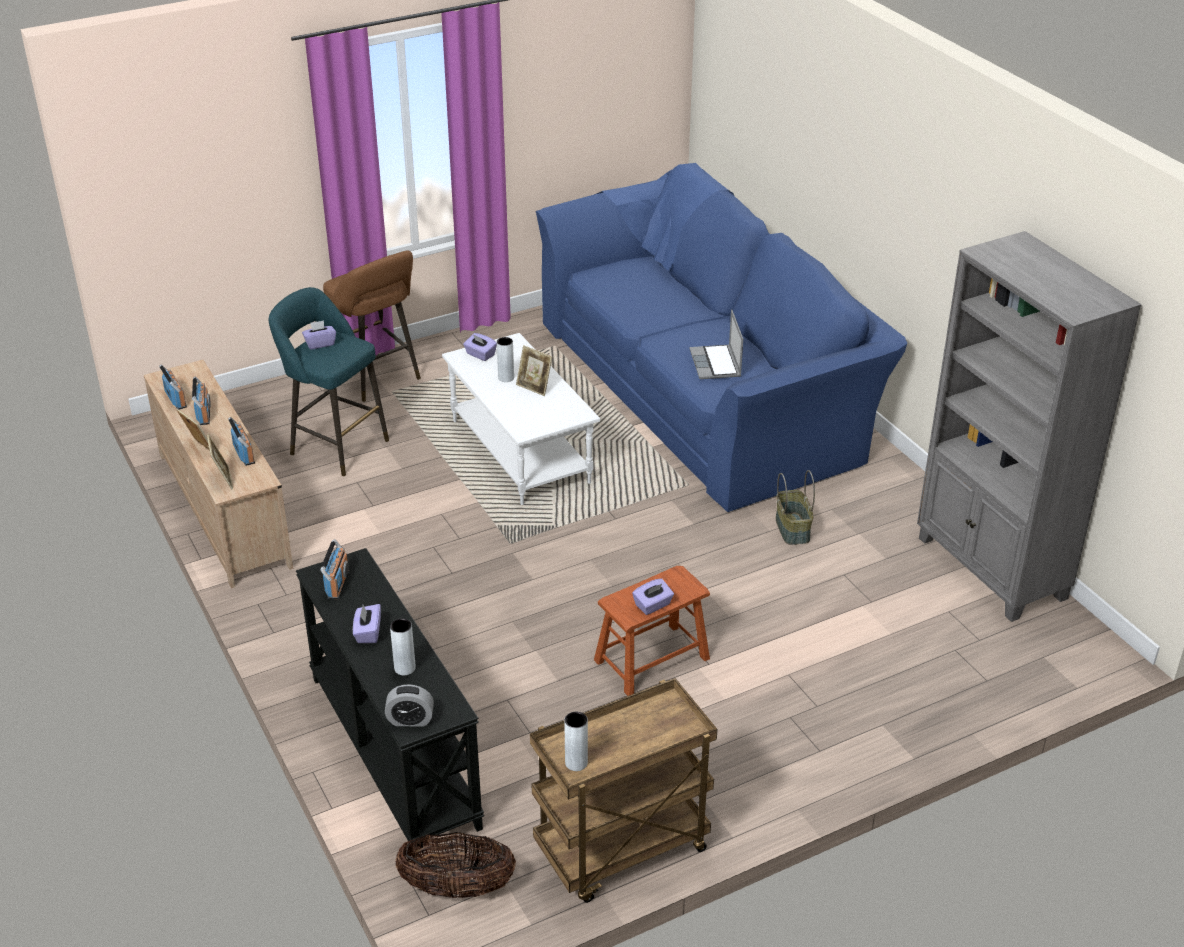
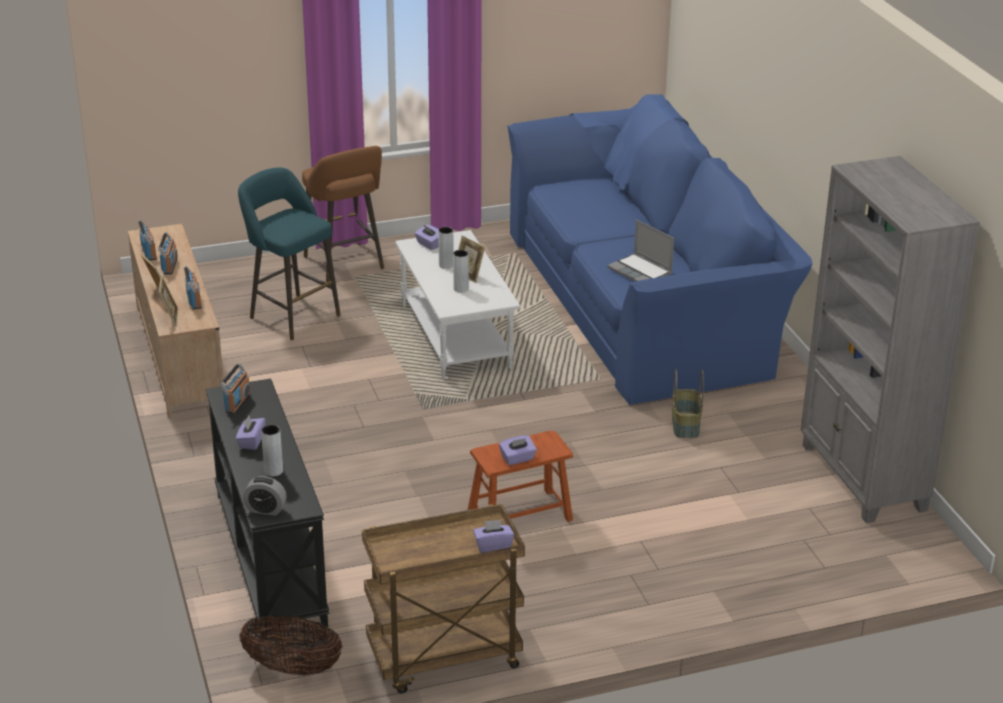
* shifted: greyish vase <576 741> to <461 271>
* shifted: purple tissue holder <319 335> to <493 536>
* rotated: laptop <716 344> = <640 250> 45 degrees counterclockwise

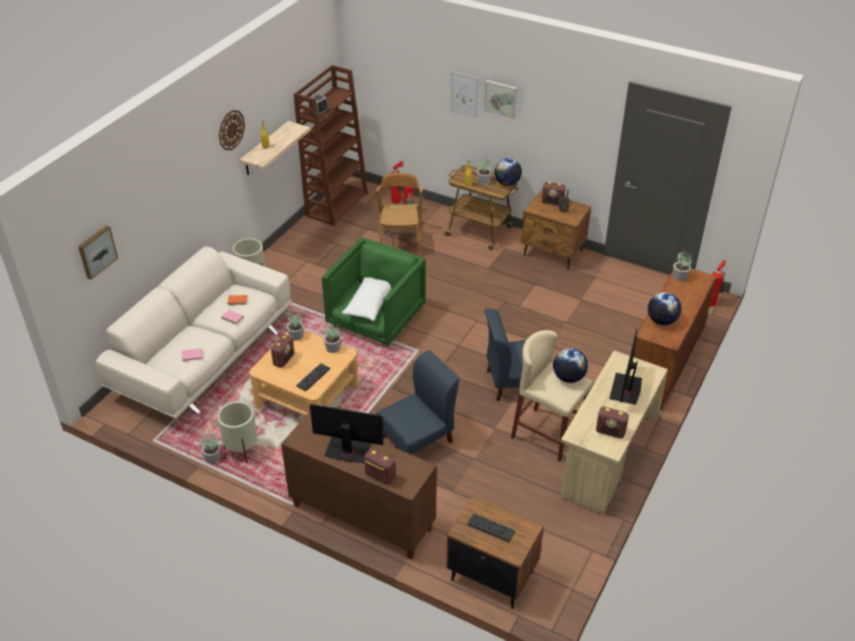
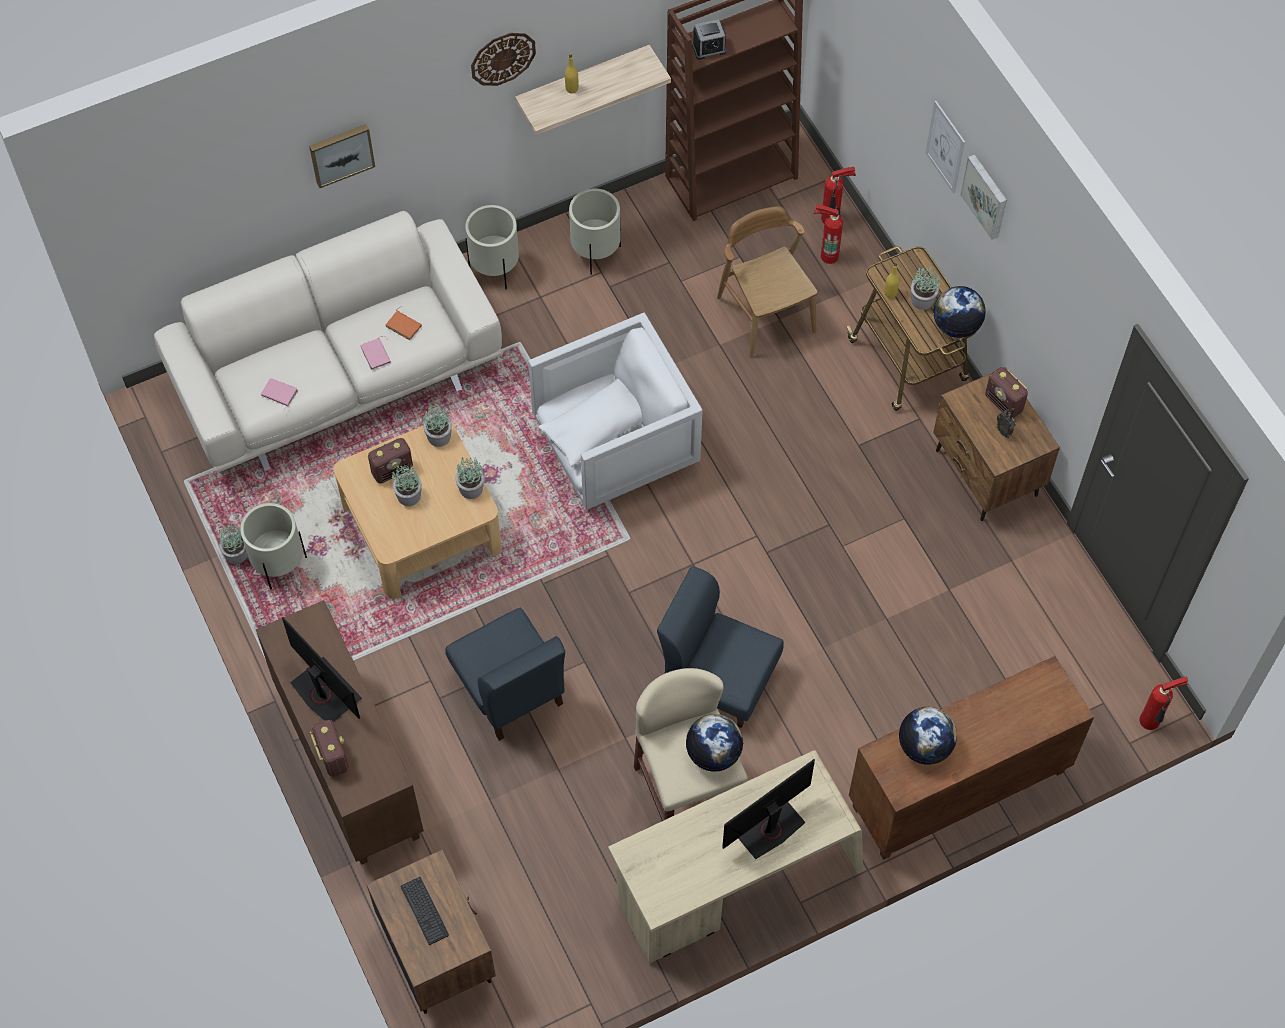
* shifted: wall picture <98 252> to <342 156>
* shifted: houseplant <682 266> to <407 485>
* rotated: blue-coloured upright chair <418 402> = <505 674> 60 degrees clockwise
* repainted: green lounge chair <374 291> to white lounge chair <615 411>
* new: beige planter <595 231>
* rotated: brownish upright chair <399 214> = <767 282> 60 degrees counterclockwise
* gone: computer keyboard <313 377>
* gone: radio receiver <612 423>

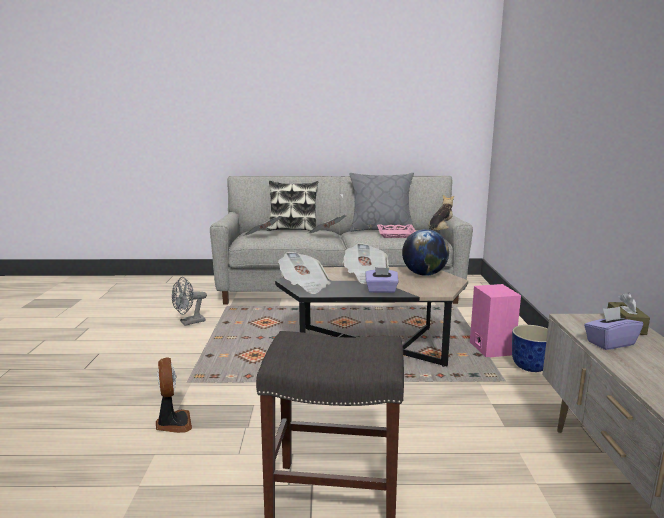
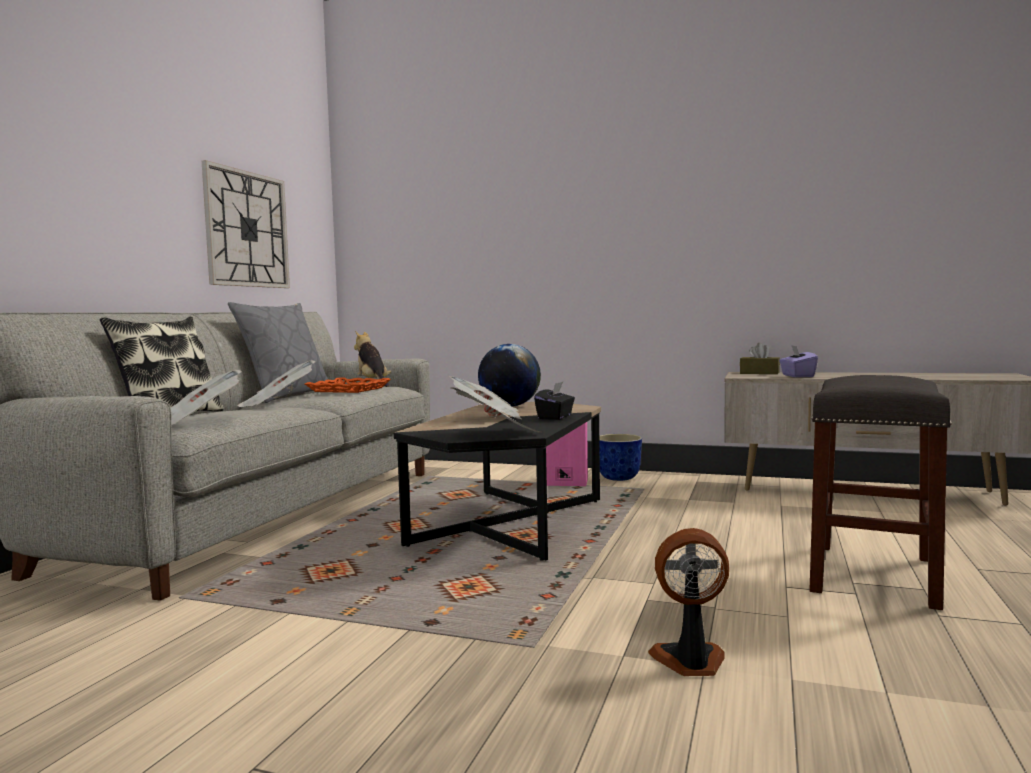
* new: hanging clock <246 224>
* repainted: pink serving tray <396 231> to orangey serving tray <348 385>
* repainted: purple tissue holder <382 280> to black-coloured tissue holder <554 401>
* gone: greyish cooling fan <189 301>

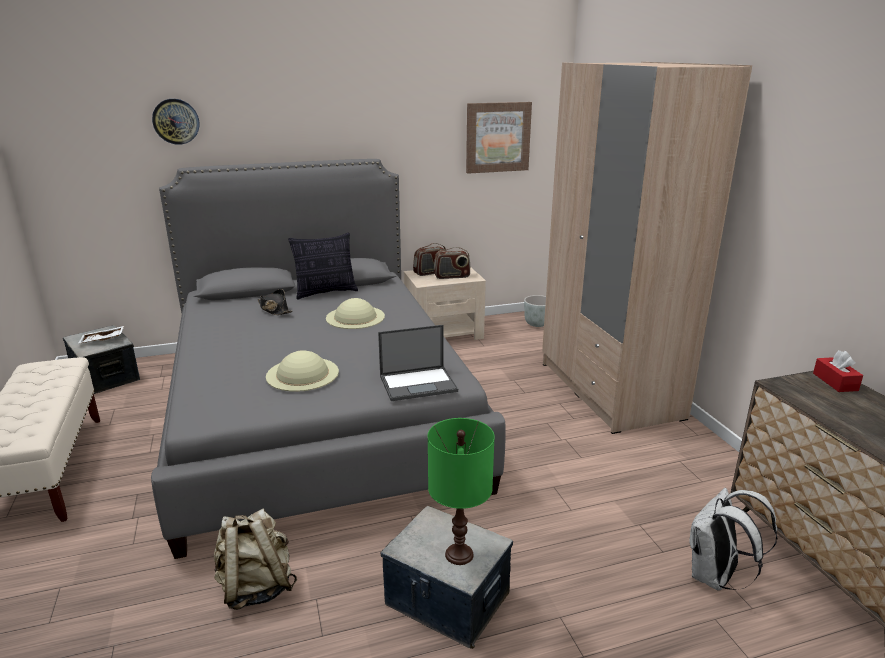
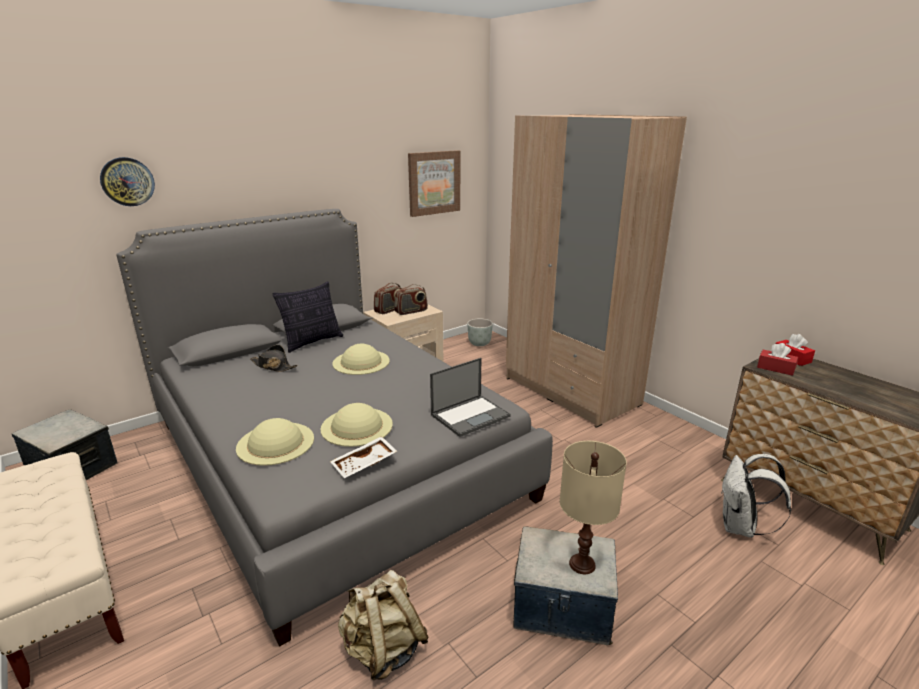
* new: beige wearable hat <275 442>
* shifted: white serving tray <101 334> to <363 457>
* repainted: green tabletop lamp <461 491> to beige tabletop lamp <593 507>
* new: red tissue holder <777 359>

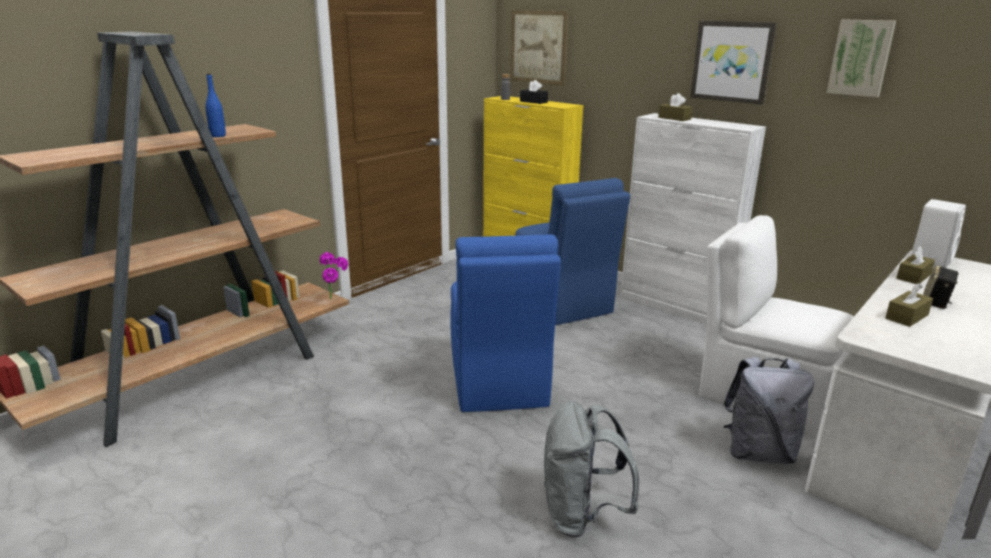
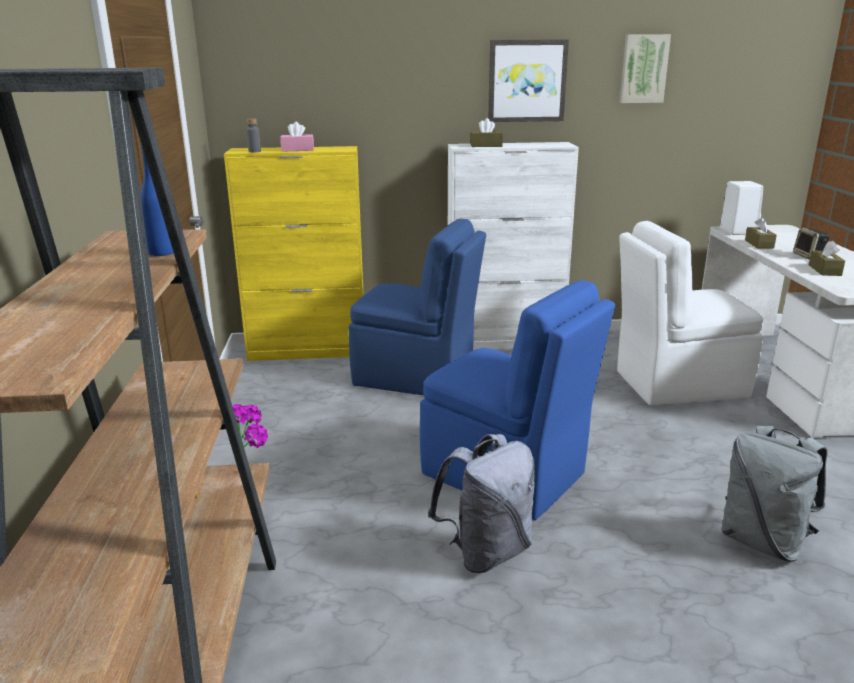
* repainted: black-coloured tissue holder <534 92> to pink tissue holder <297 137>
* shifted: greyish backpack <768 410> to <481 503>
* gone: wall picture <539 48>

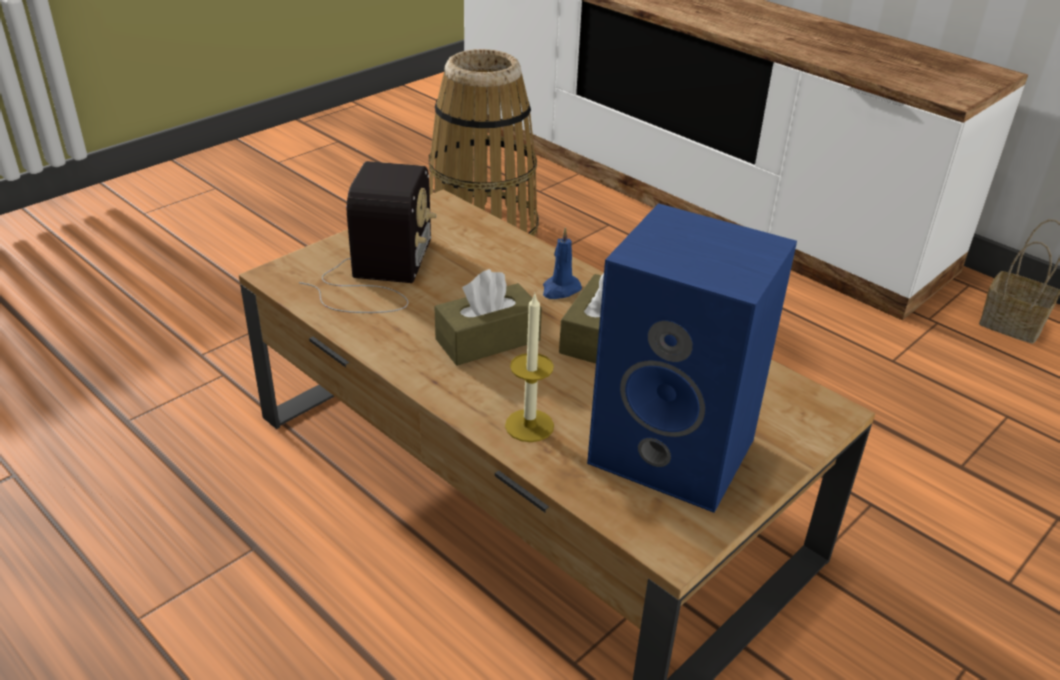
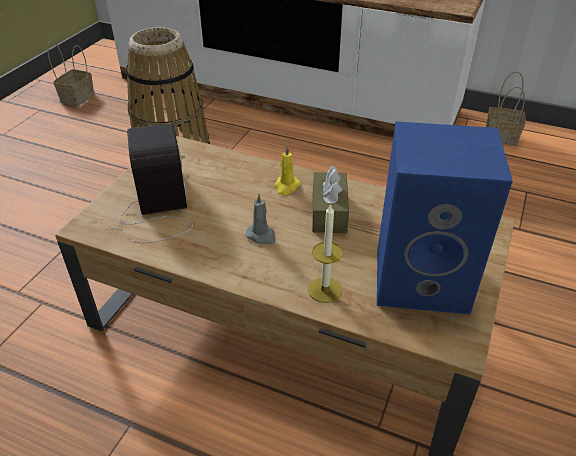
* new: storage basket <71 73>
* swapped: brownish tissue holder <488 317> to greyish wax candle <260 219>
* repainted: blue-coloured wax candle <562 263> to yellowish wax candle <287 170>

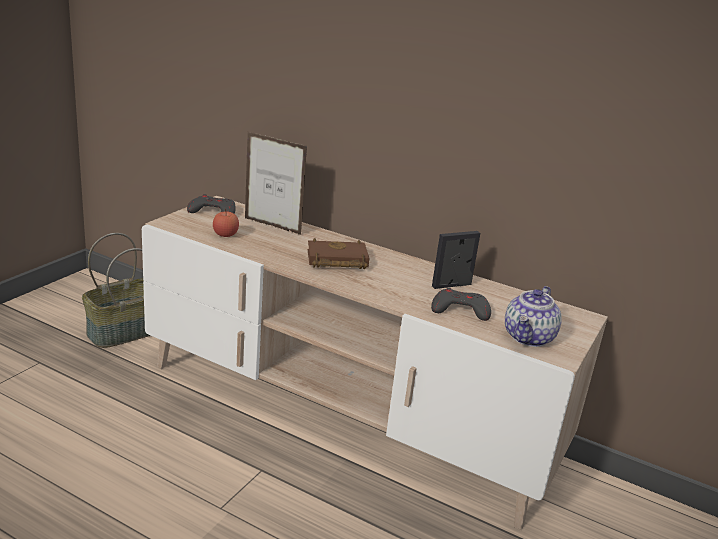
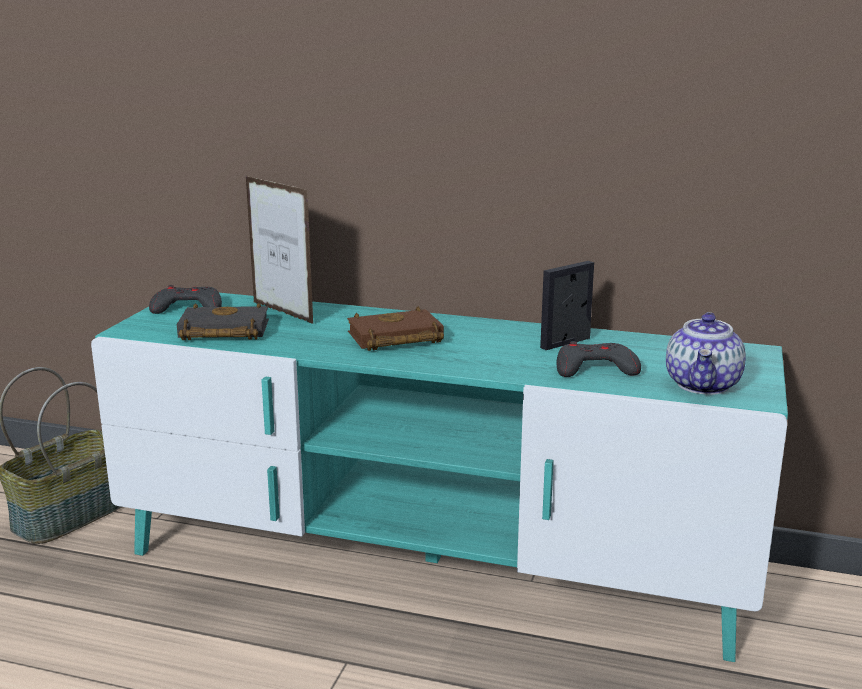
* repainted: beige tv stand <375 363> to turquoise-coloured tv stand <439 477>
* swapped: apple <226 222> to black-coloured book <223 321>
* rotated: picture frame <276 183> = <279 249> 150 degrees counterclockwise

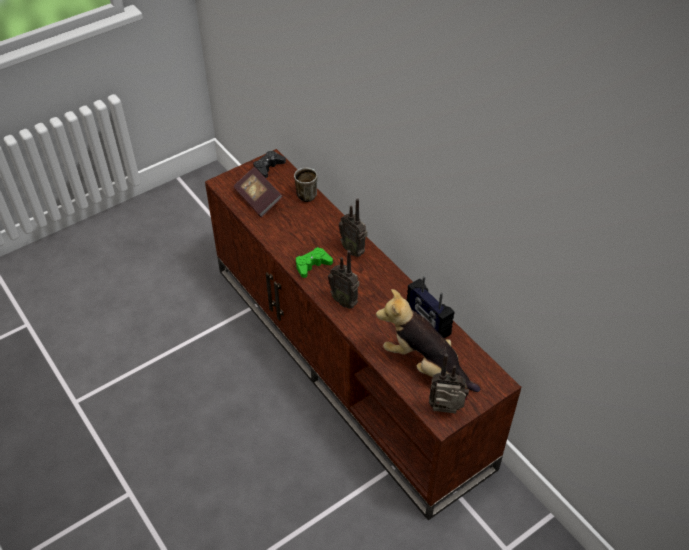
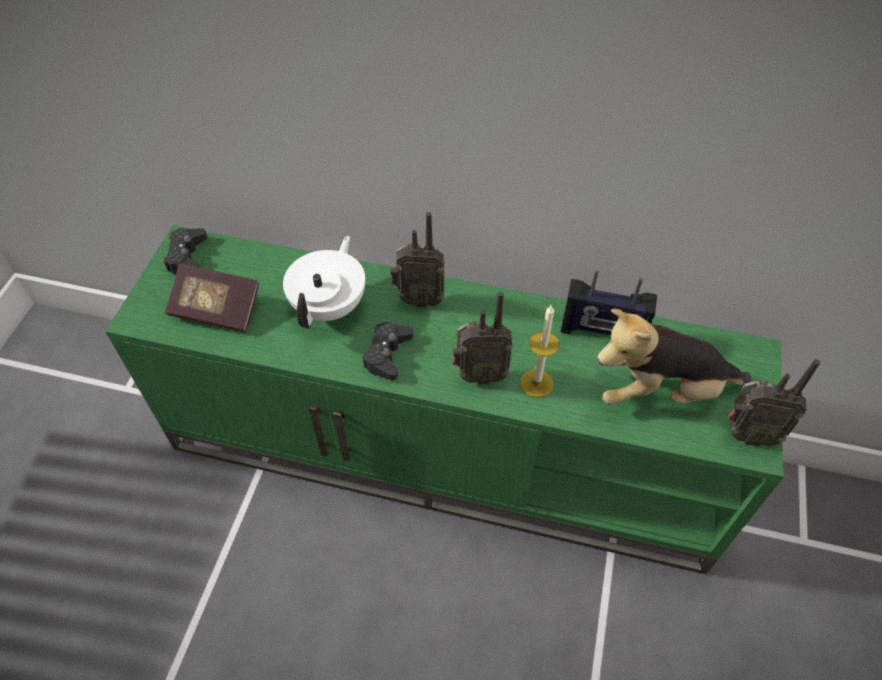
* repainted: brownish tv stand <363 334> to green tv stand <444 399>
* new: white teapot <324 282>
* repainted: green game controller <314 262> to black-coloured game controller <387 351>
* new: wax candle <540 351>
* rotated: radio receiver <449 383> = <774 402> 135 degrees counterclockwise
* gone: coffee mug <305 185>

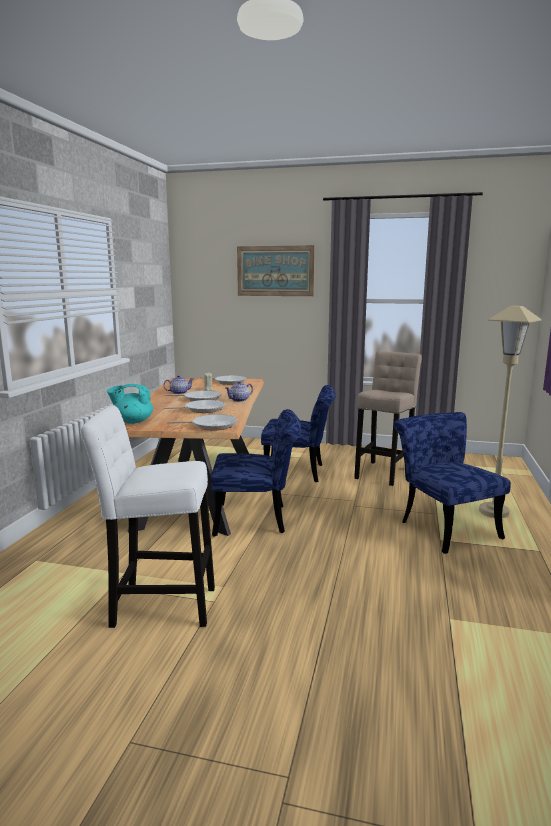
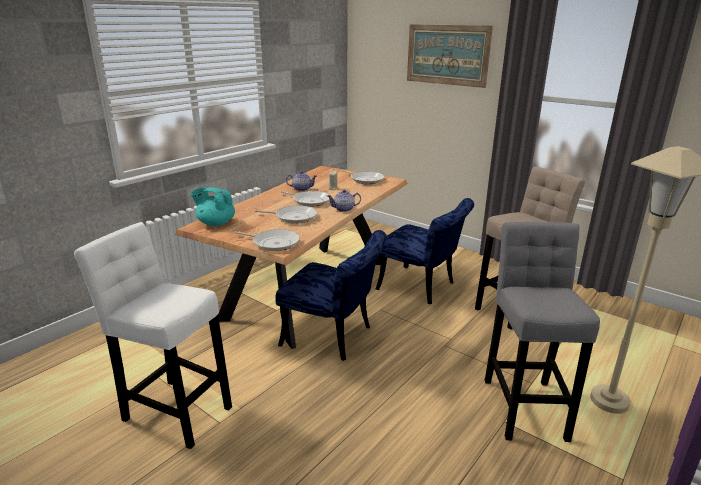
* swapped: blue-coloured upright chair <452 483> to greyish stool <542 332>

